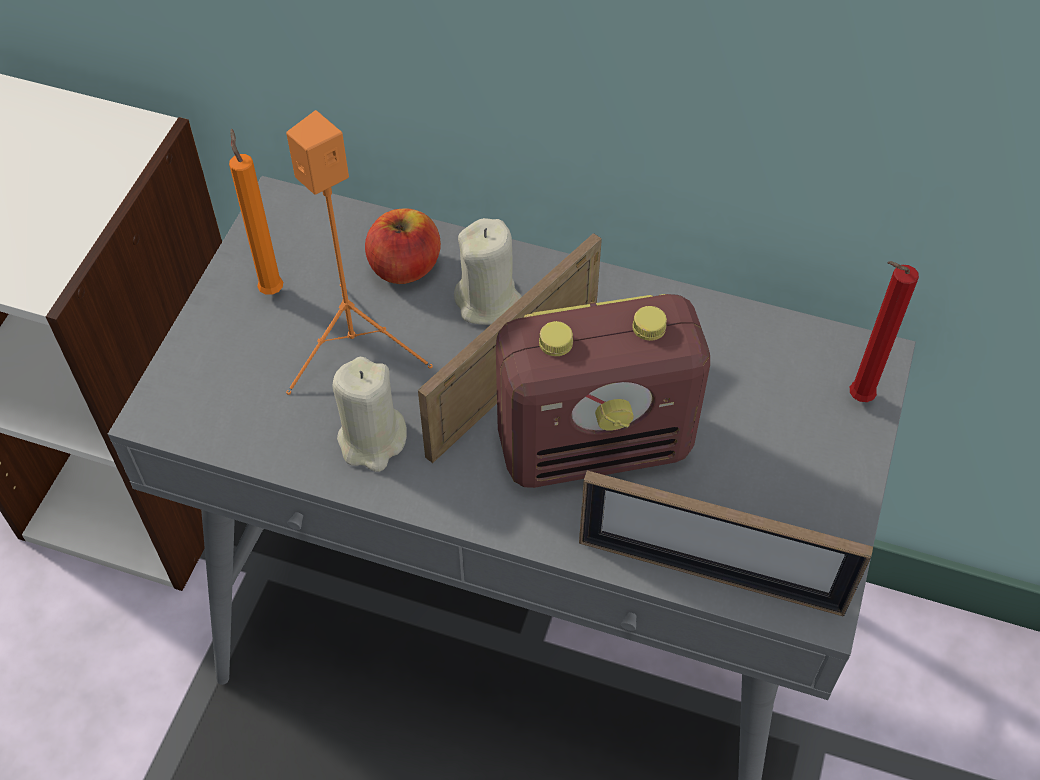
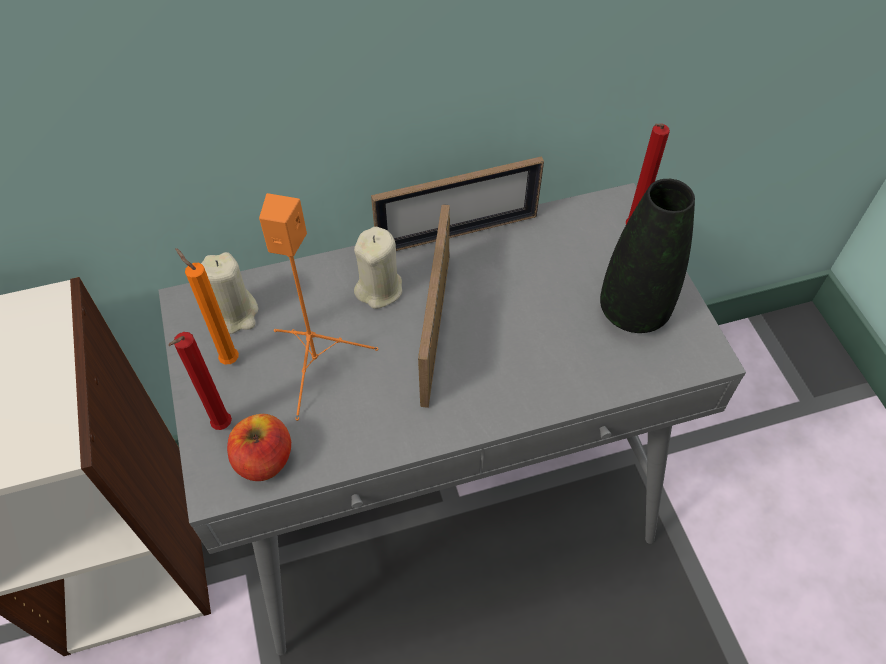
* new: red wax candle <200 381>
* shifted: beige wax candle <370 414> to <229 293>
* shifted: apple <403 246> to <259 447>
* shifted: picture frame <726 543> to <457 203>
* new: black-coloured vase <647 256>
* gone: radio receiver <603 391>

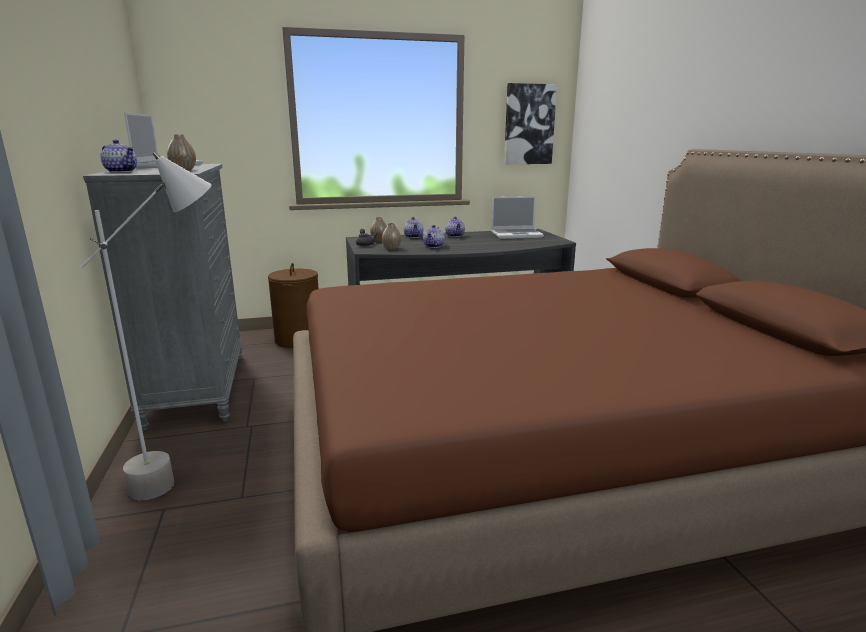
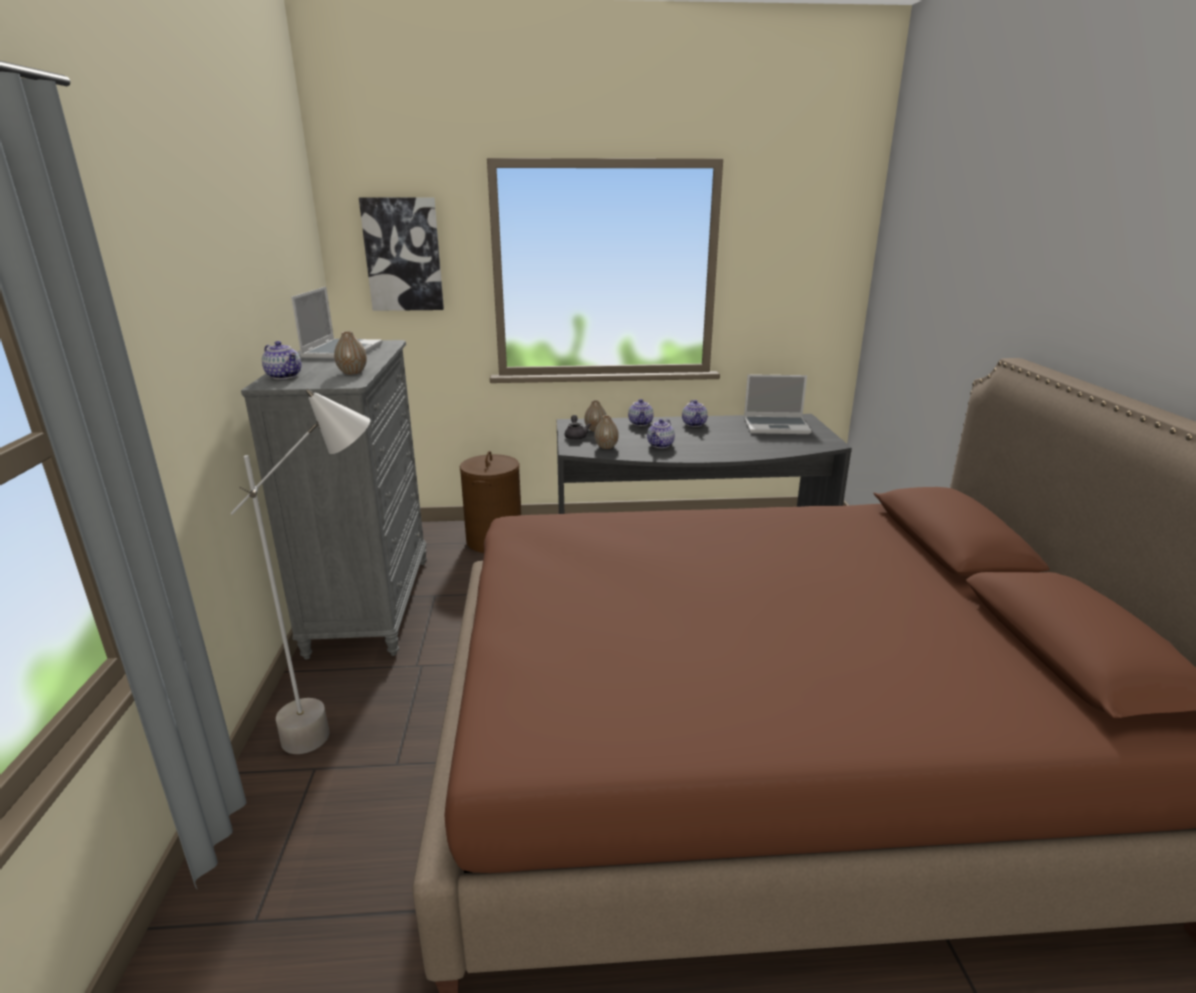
* shifted: wall picture <530 123> to <401 254>

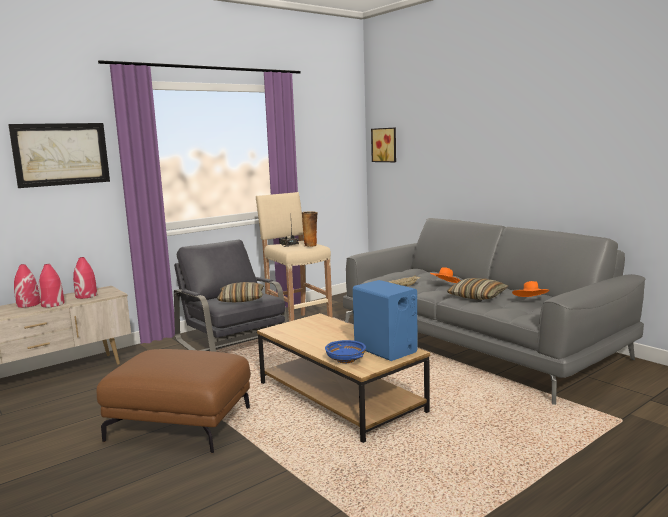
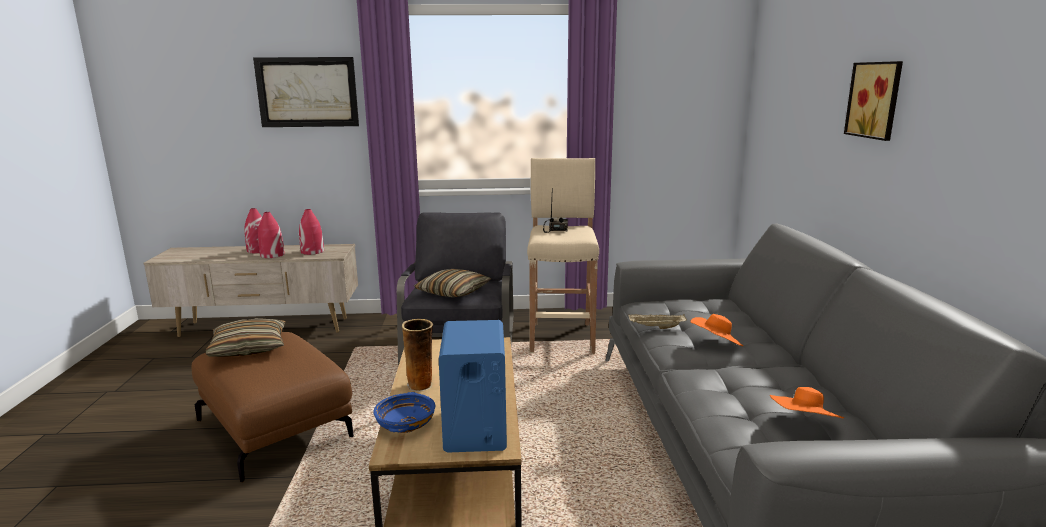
* shifted: cushion <477 289> to <246 337>
* shifted: vase <310 229> to <417 355>
* shifted: wall picture <383 145> to <873 101>

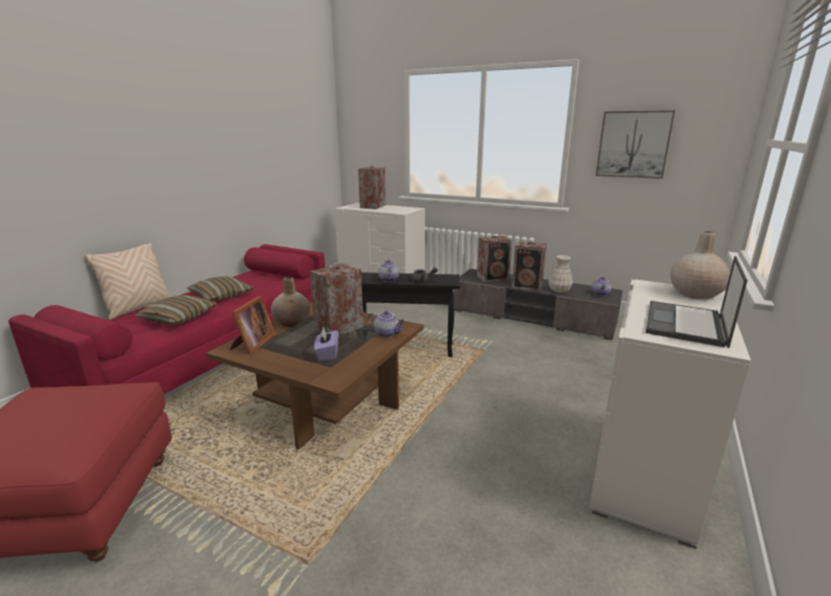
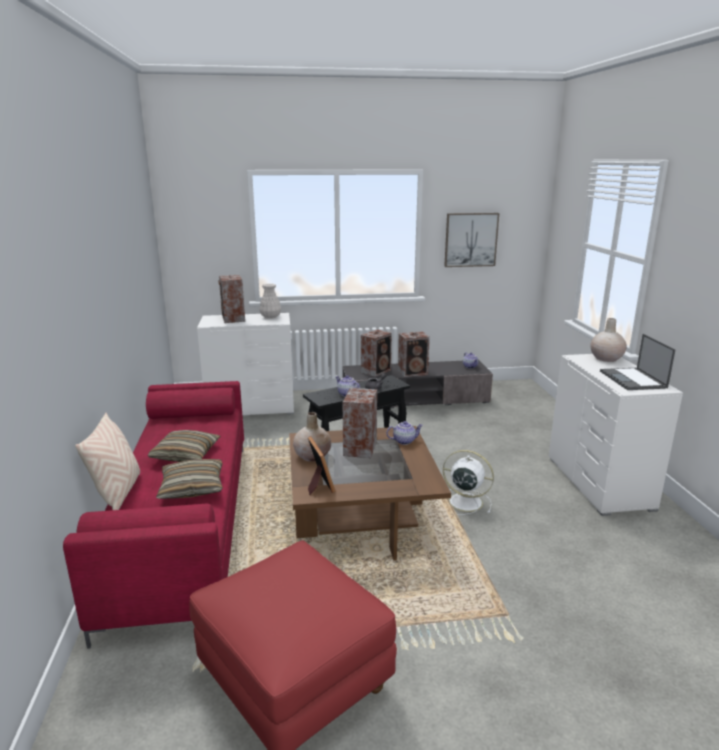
* shifted: white vase <560 274> to <270 301>
* new: white cooling fan <468 482>
* gone: purple tissue holder <326 344>

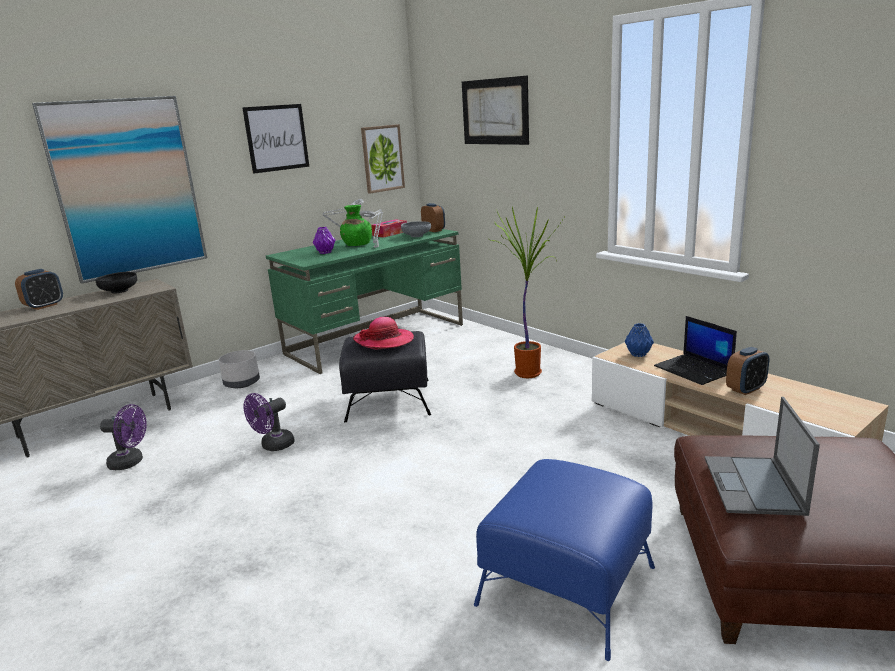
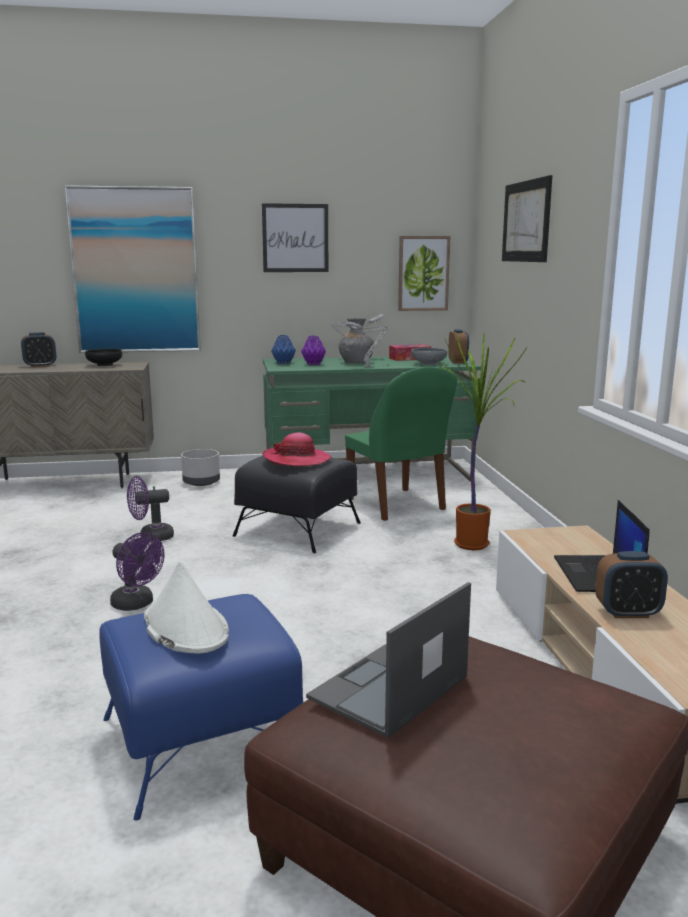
* shifted: purple cooling fan <123 437> to <137 571>
* new: white wearable hat <186 607>
* shifted: blue-coloured vase <639 340> to <283 349>
* repainted: green vase <356 225> to greyish vase <356 340>
* new: green upright chair <401 444>

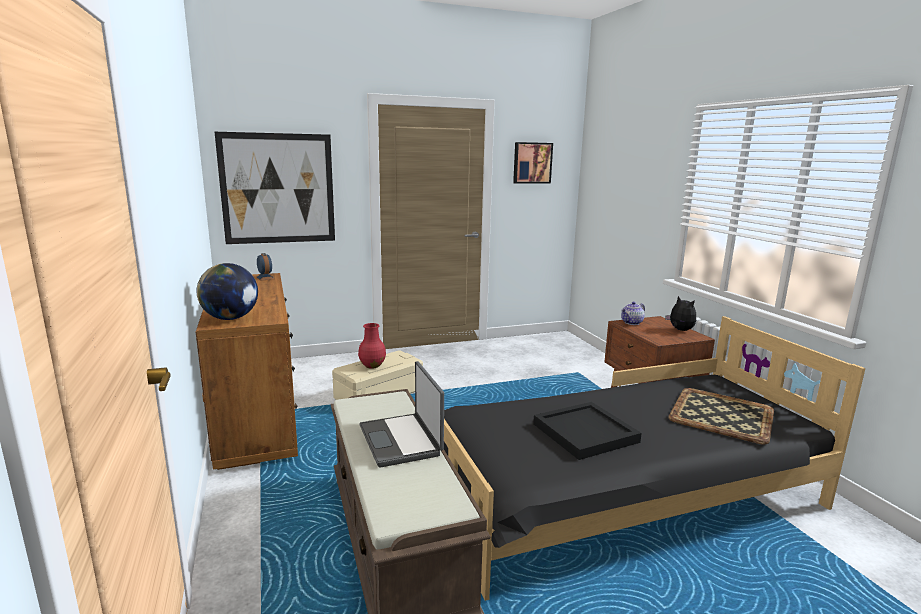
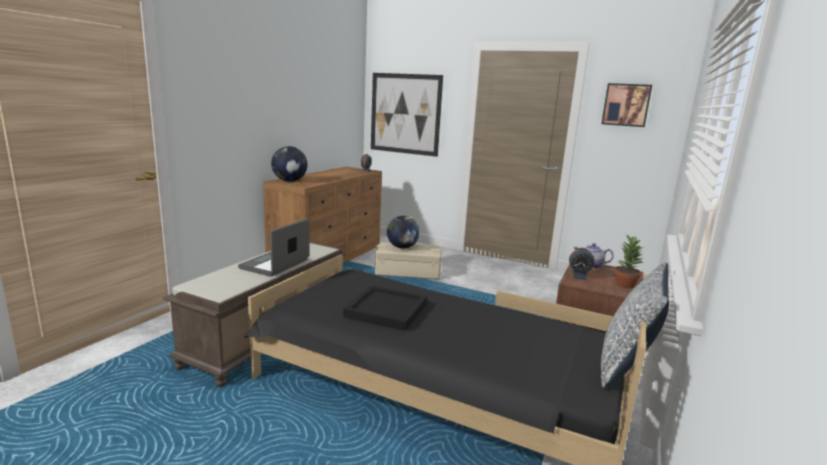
* swapped: red vase <372 346> to world globe <403 232>
* new: alarm clock <581 264>
* new: cushion <635 325>
* swapped: cuddly toy <680 313> to houseplant <629 261>
* gone: serving tray <721 416>

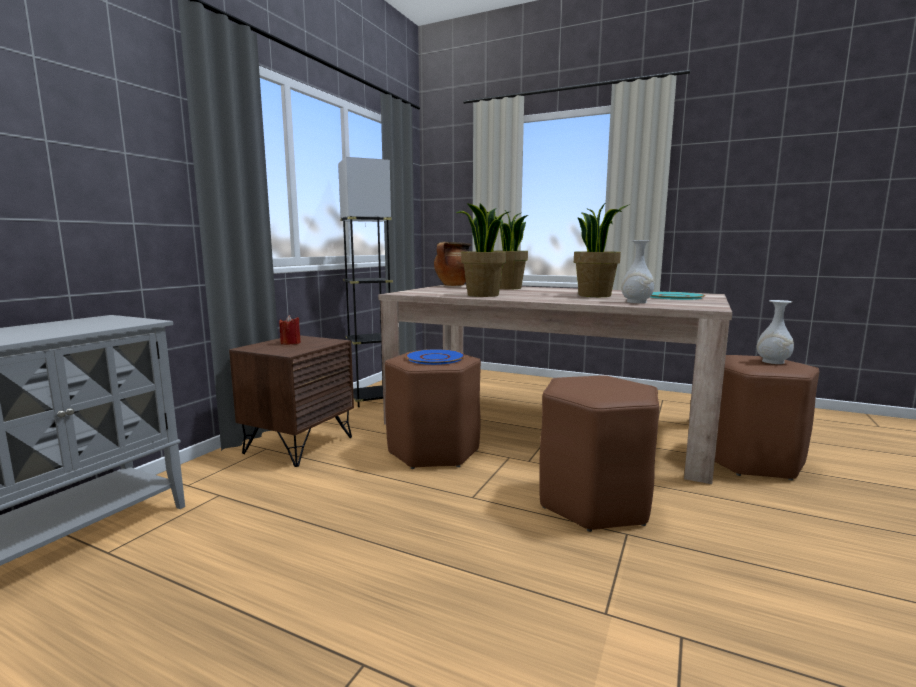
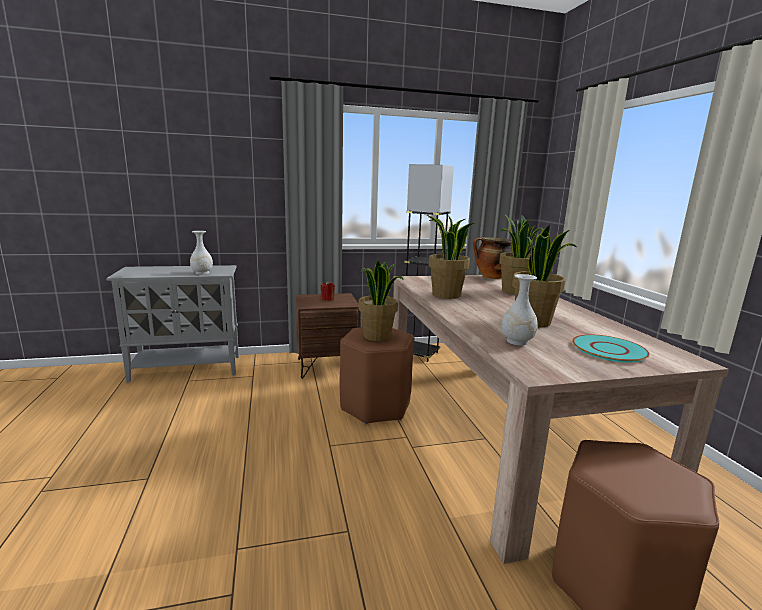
* shifted: white vase <775 332> to <201 253>
* swapped: blue-coloured flat dish <435 357> to houseplant <381 300>
* gone: brownish stool <599 453>

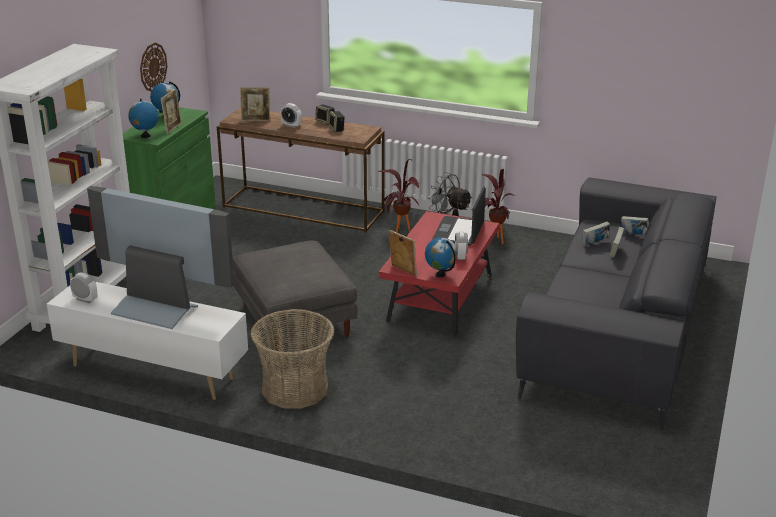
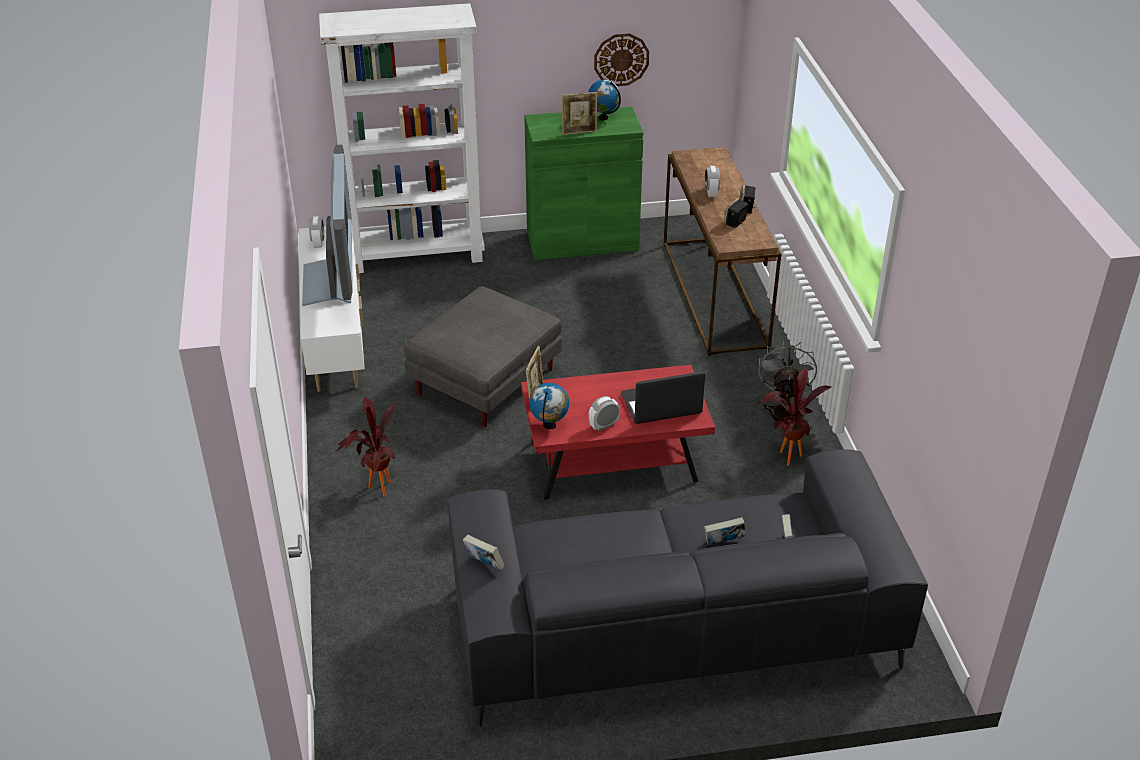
* shifted: houseplant <398 196> to <366 447>
* shifted: book <596 234> to <484 552>
* gone: world globe <143 118>
* gone: picture frame <255 104>
* gone: storage basket <292 359>

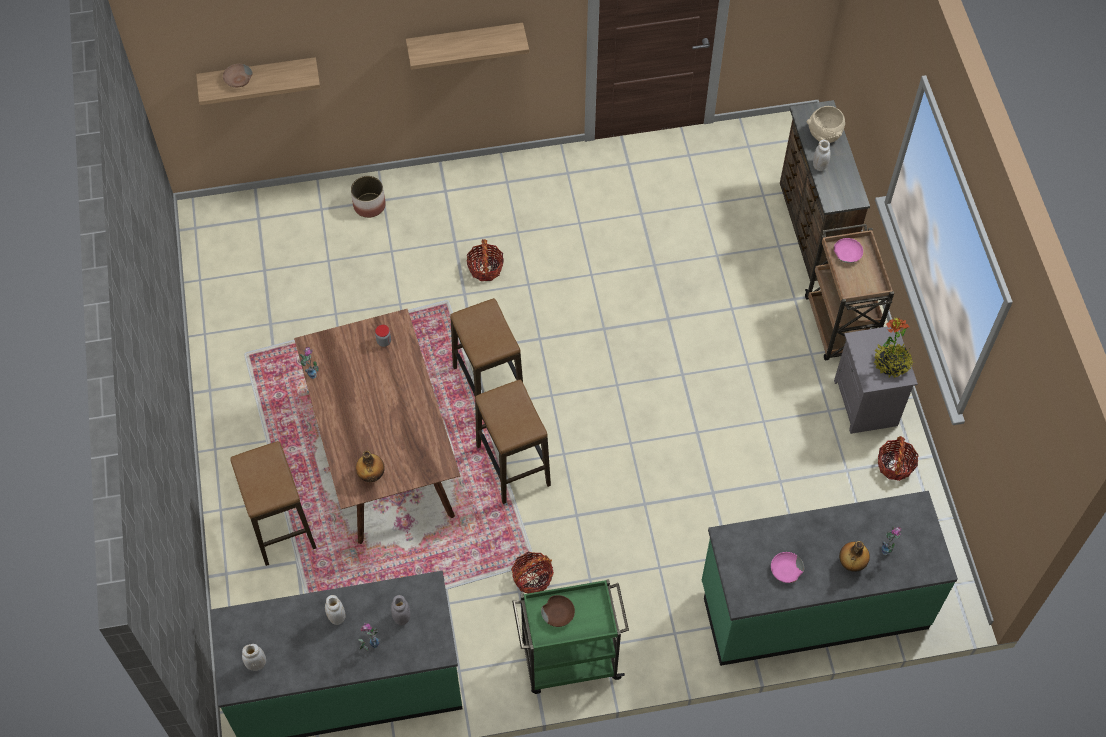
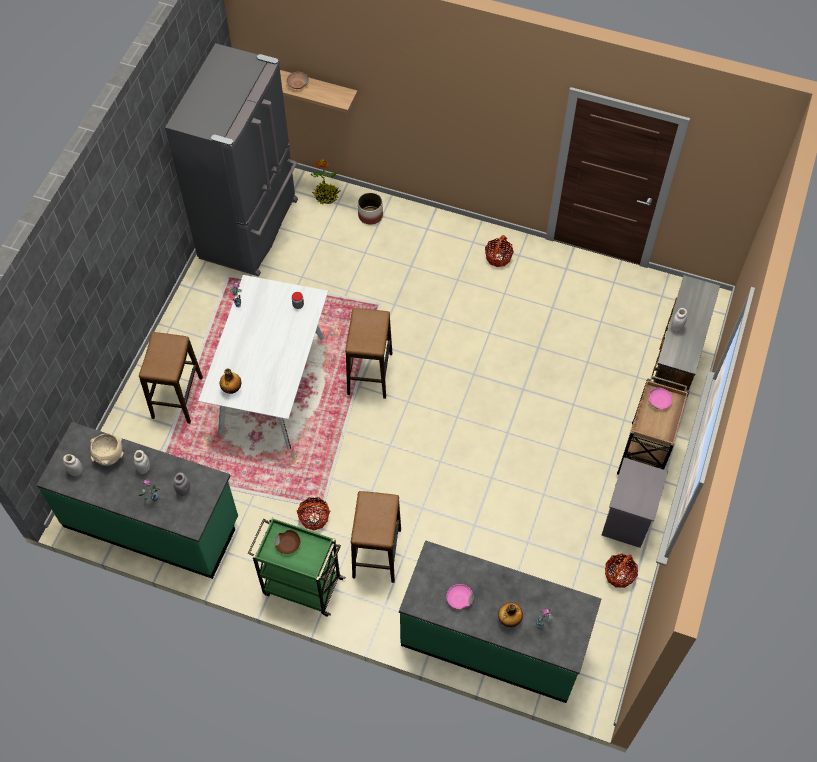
* shifted: beige bowl <826 124> to <107 450>
* new: greyish kitchen fridge <231 160>
* repainted: brownish dining table <377 426> to white dining table <263 362>
* shifted: houseplant <894 348> to <325 181>
* shifted: stool <513 442> to <376 537>
* shifted: storage basket <485 260> to <499 251>
* gone: shelf <467 46>

